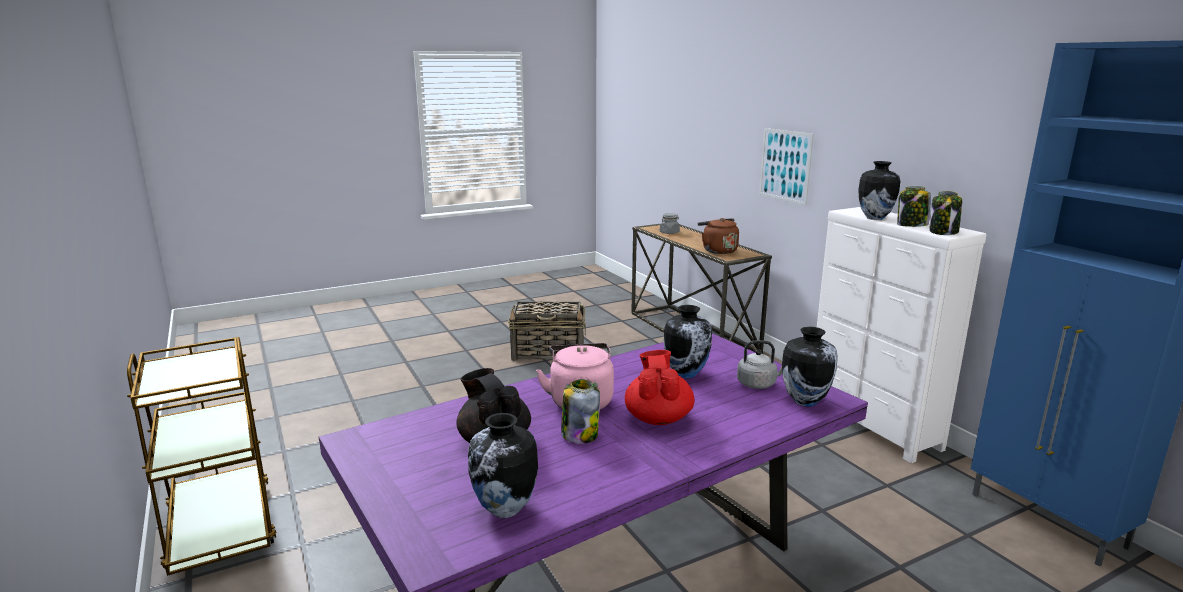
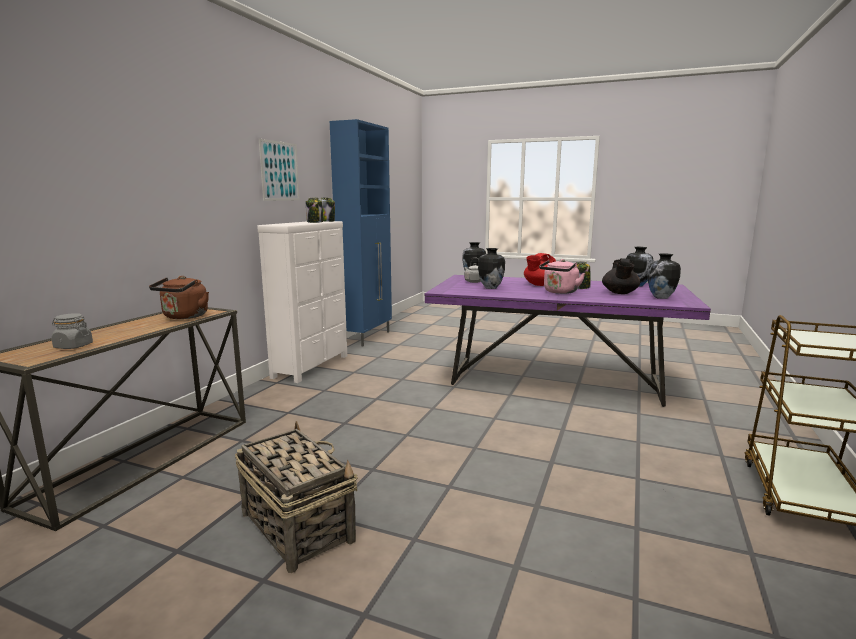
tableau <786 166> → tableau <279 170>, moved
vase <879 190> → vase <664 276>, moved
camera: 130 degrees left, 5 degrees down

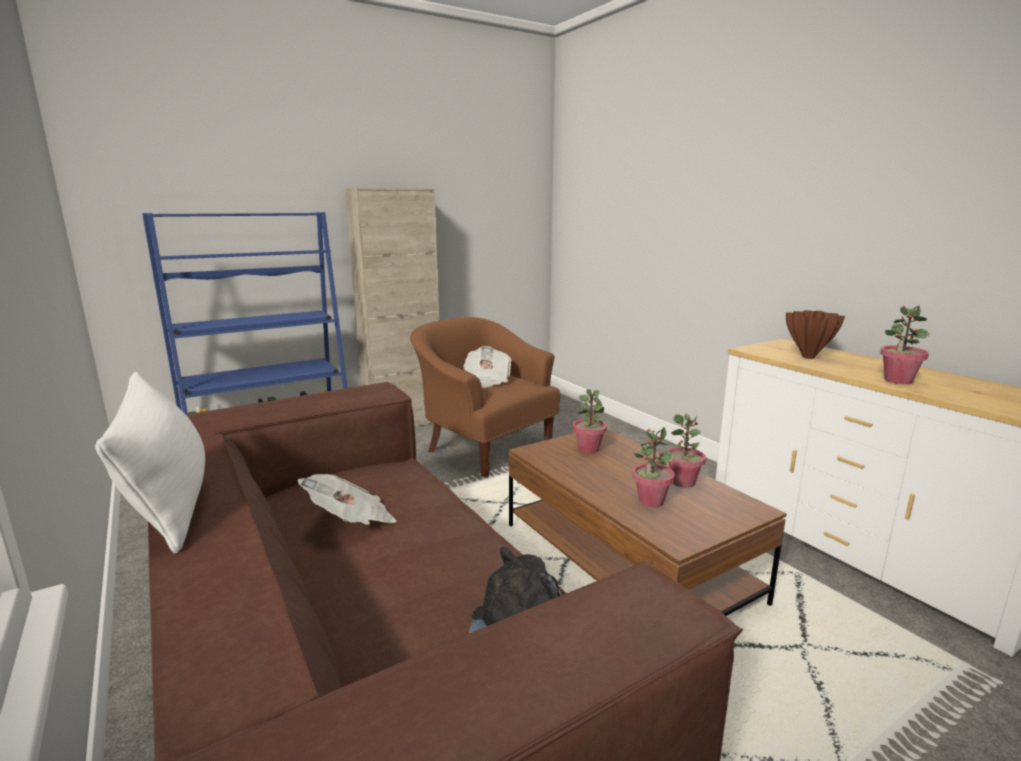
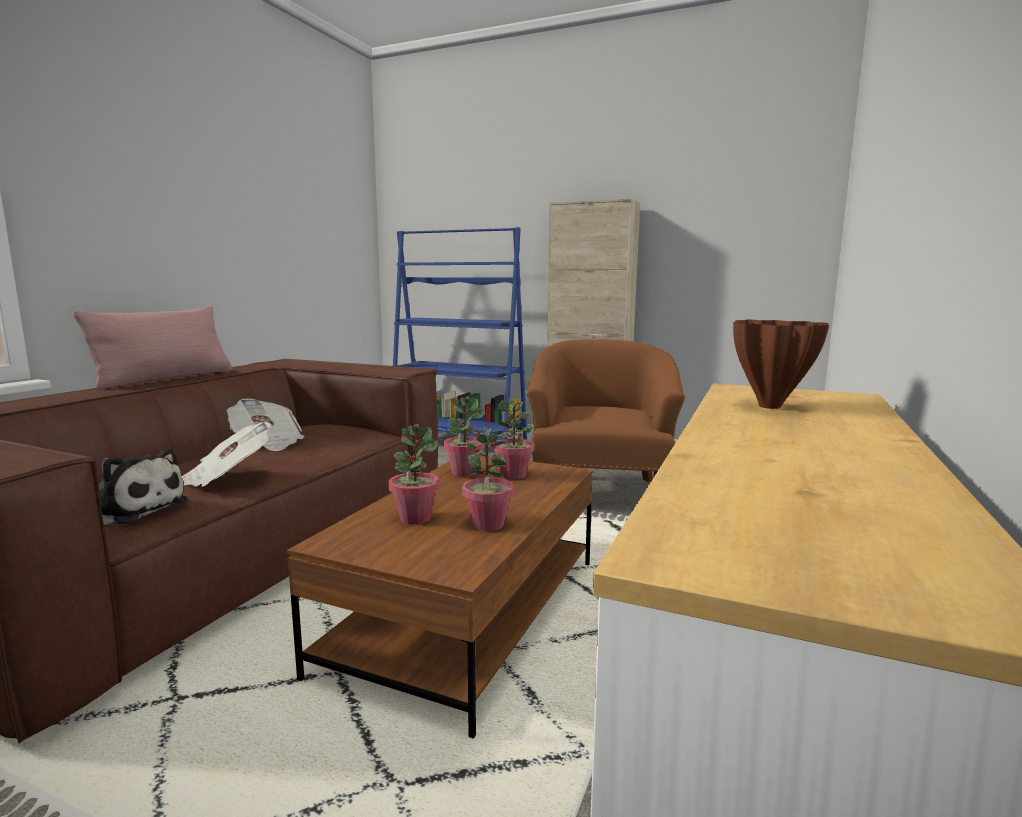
coussin/blanc <150 462> → coussin/rose <153 347>
journal <487 367> → journal <226 454>, moved
plante en pot <905 345> → plante en pot <464 436>, moved
camera: 55 degrees right, 5 degrees down

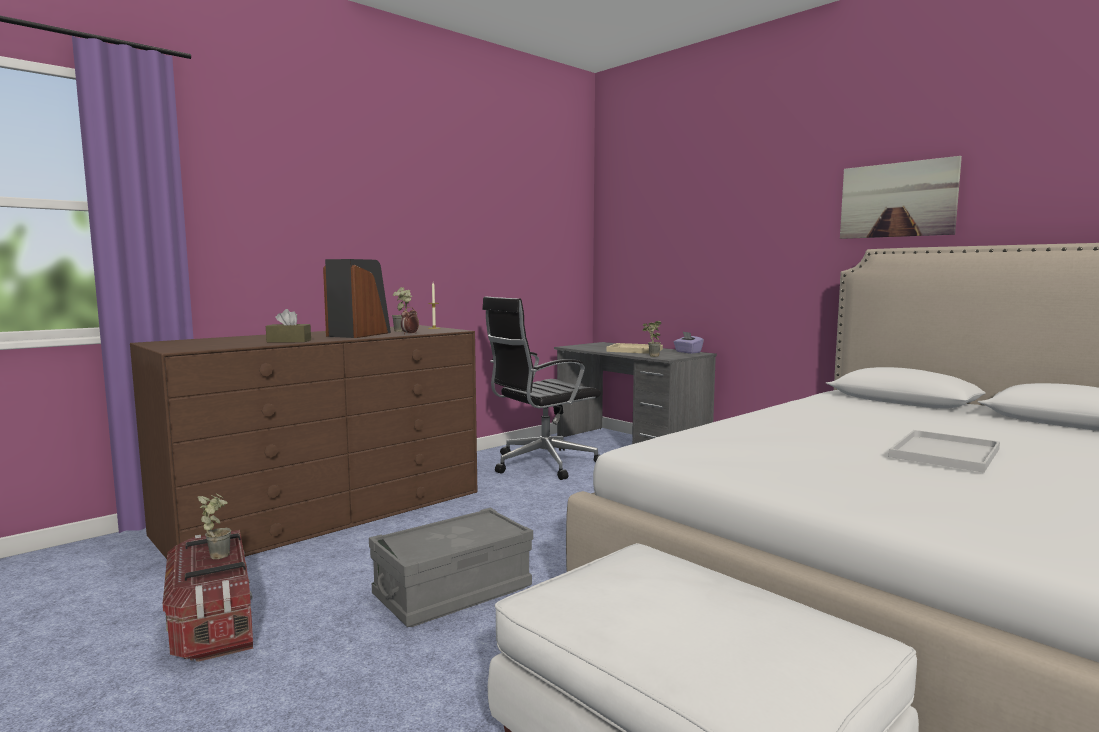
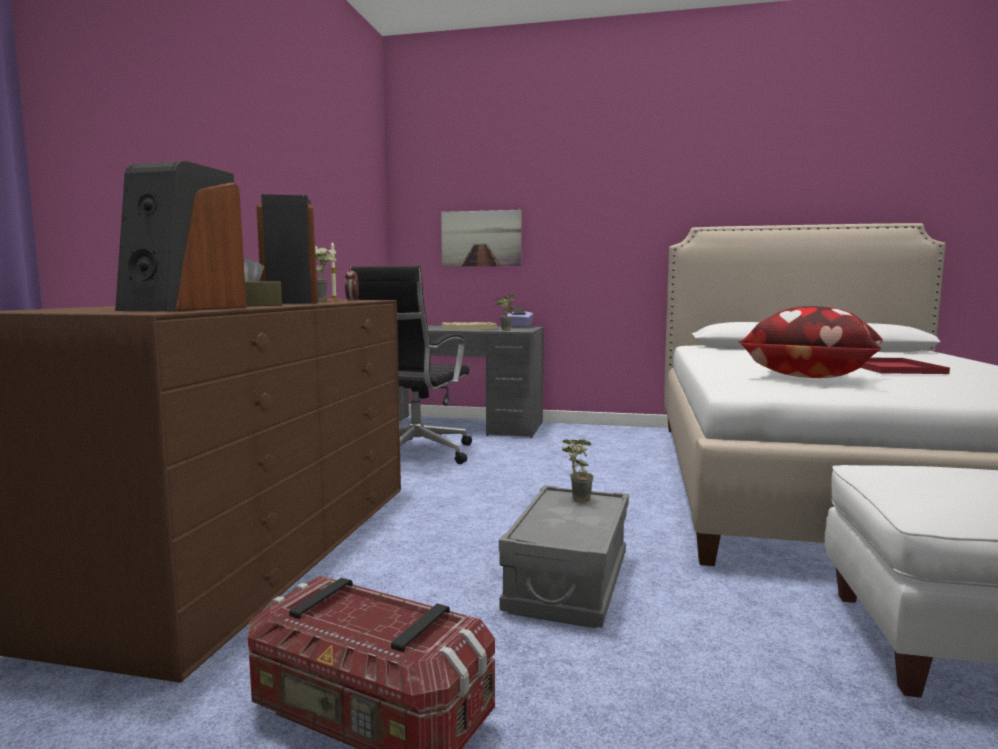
plante en pot <214 526> → plante en pot <578 471>, moved
tableau <901 197> → tableau <481 238>, moved
plateau/blanc <944 451> → plateau/rouge <905 366>
- → enceinte <180 236>
- → coussin <810 342>
camera: 35 degrees left, 0 degrees up

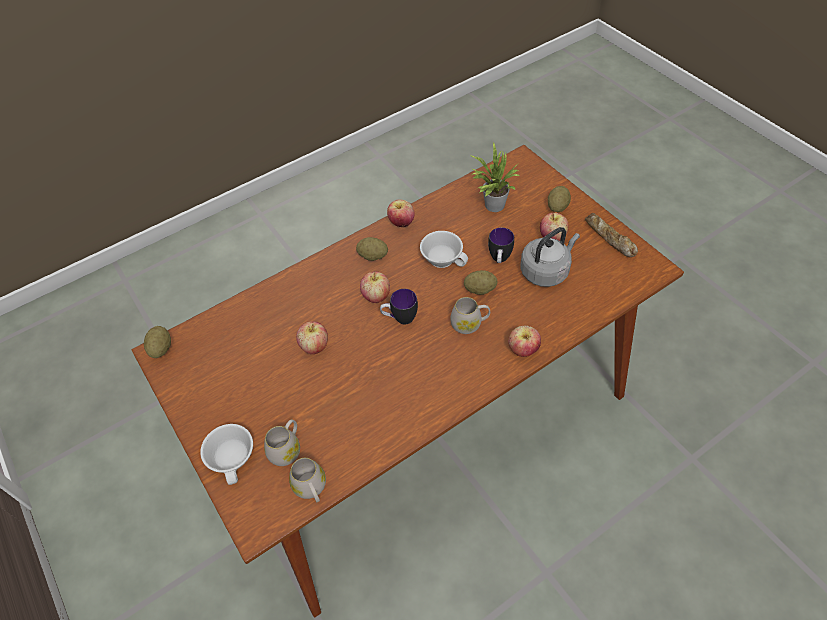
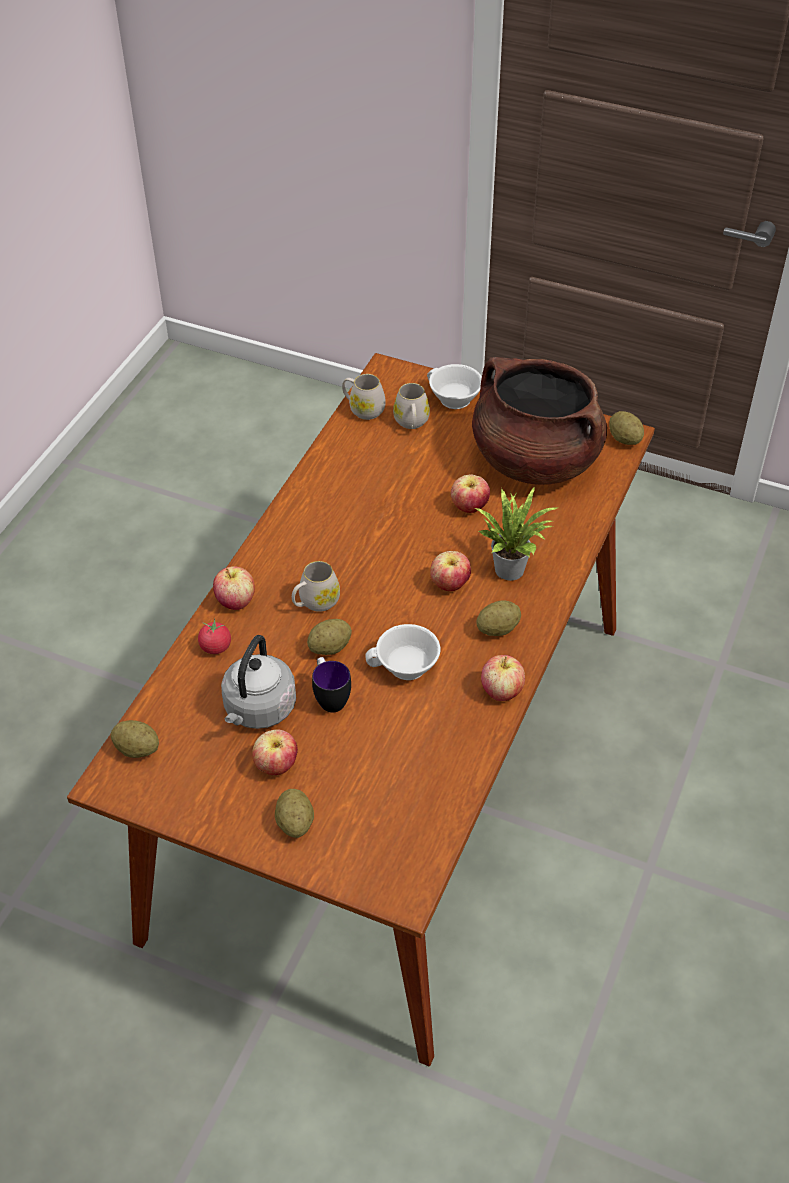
mug <399 307> → -
plante en pot <495 177> → plante en pot <516 533>, moved
pain <611 235> → -
- → pomme de terre <134 739>
- → tomate <214 636>
- → marmite/marron <539 421>
camera: 145 degrees right, 5 degrees down

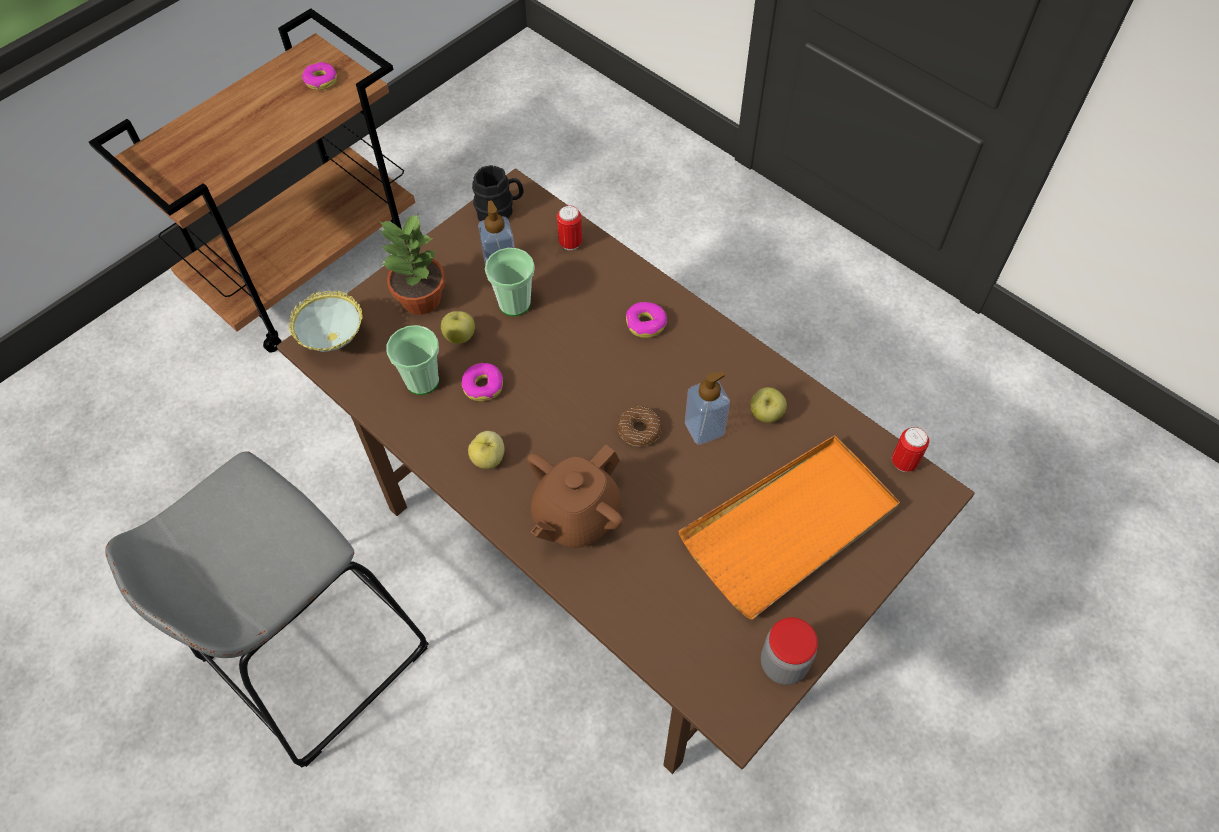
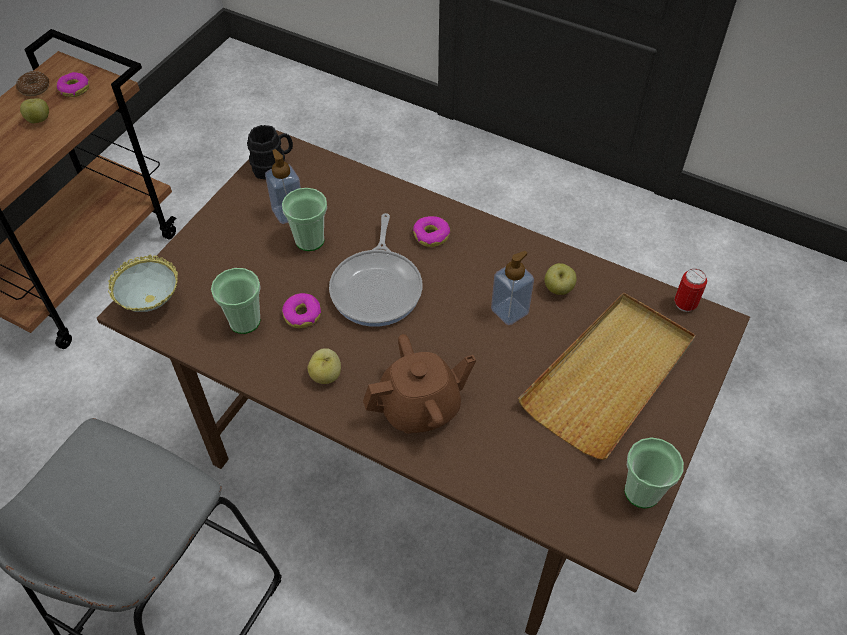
plante en pot <412 264> → -
pomme <458 327> → pomme <34 110>, moved
théière/marron <575 496> → théière/marron <419 384>, 135 degrees counterclockwise
boîte métallique <569 227> → -
beignet <639 426> → beignet <32 83>, moved
plateau/orange <789 527> → plateau/beige <607 376>
bocal <789 651> → tasse <654 473>
- → poêle <375 270>
camera: 15 degrees left, 5 degrees down

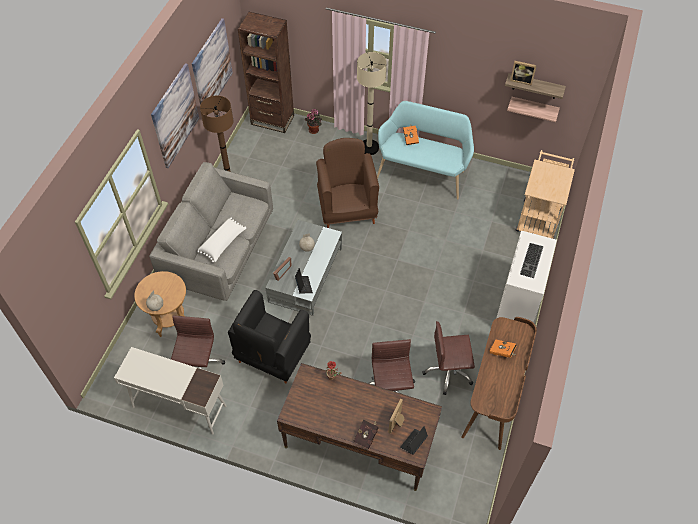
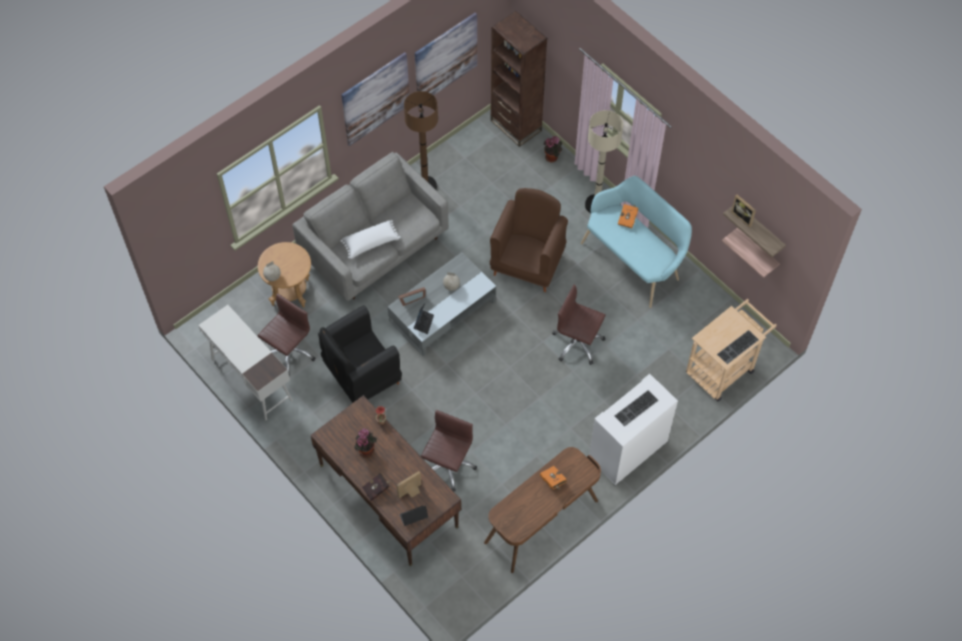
chaise de bureau/marron <448 358> → chaise de bureau/marron <579 325>, moved
- → plante en pot <365 442>
- → clavier <738 347>
camera: 30 degrees right, 5 degrees up

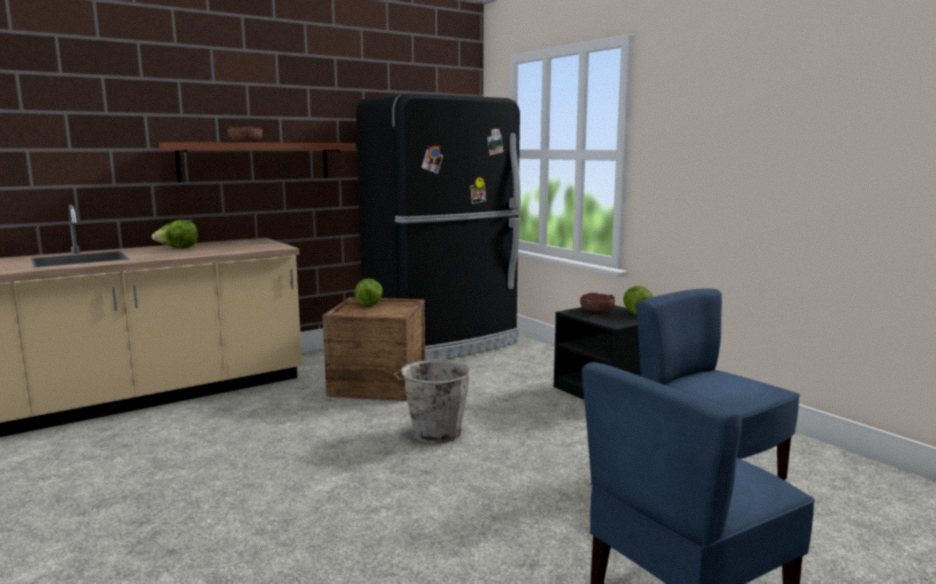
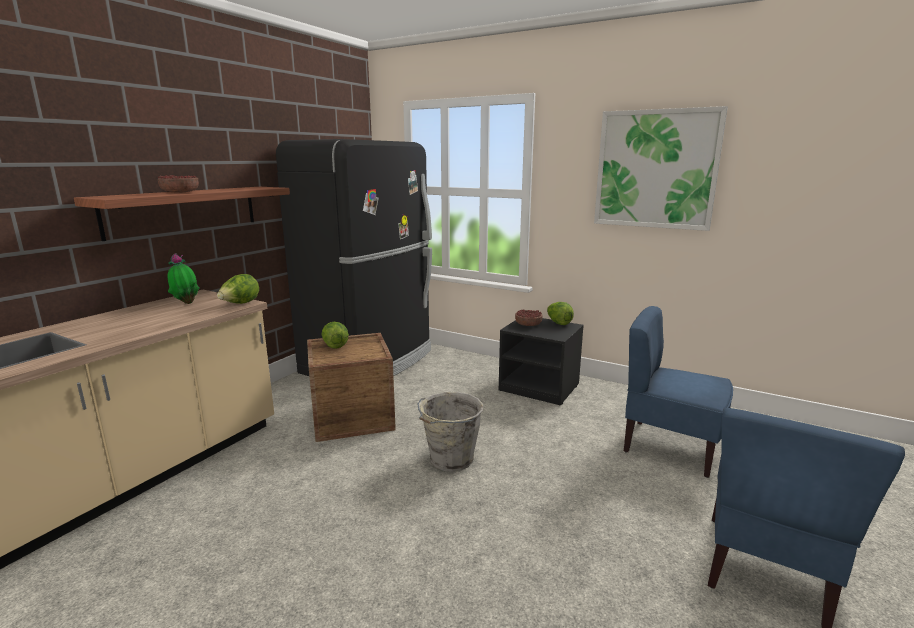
laitue <175 234> → laitue <238 289>, moved
- → plante en pot <183 278>
- → tableau <661 168>
camera: 25 degrees left, 5 degrees up

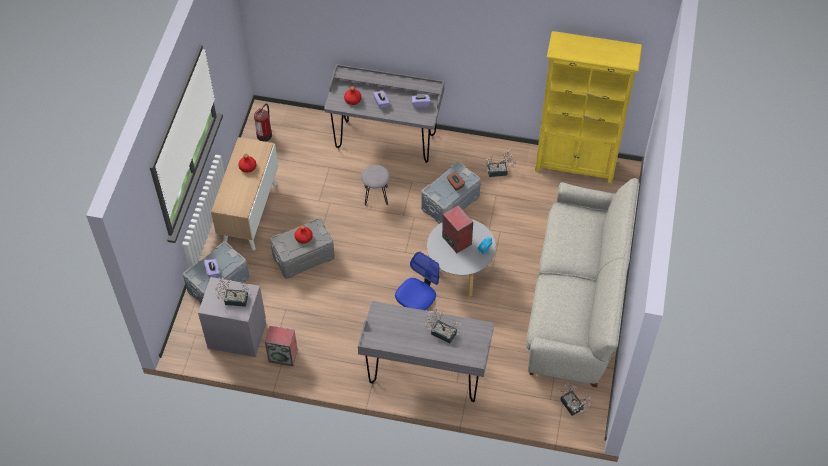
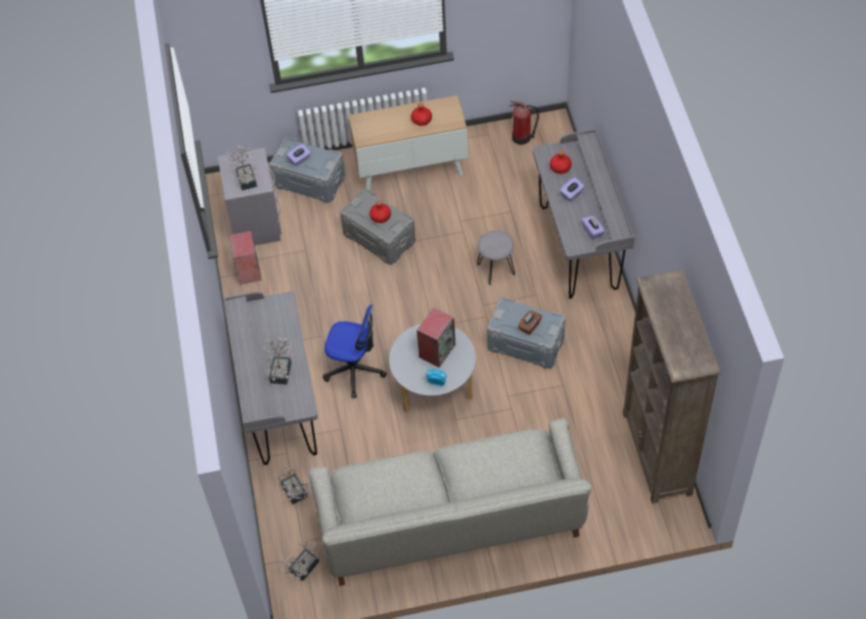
plante en pot <499 163> → plante en pot <293 484>, moved
bibliothèque/jaune <588 107> → bibliothèque/marron <671 386>
camera: 70 degrees right, 0 degrees up

